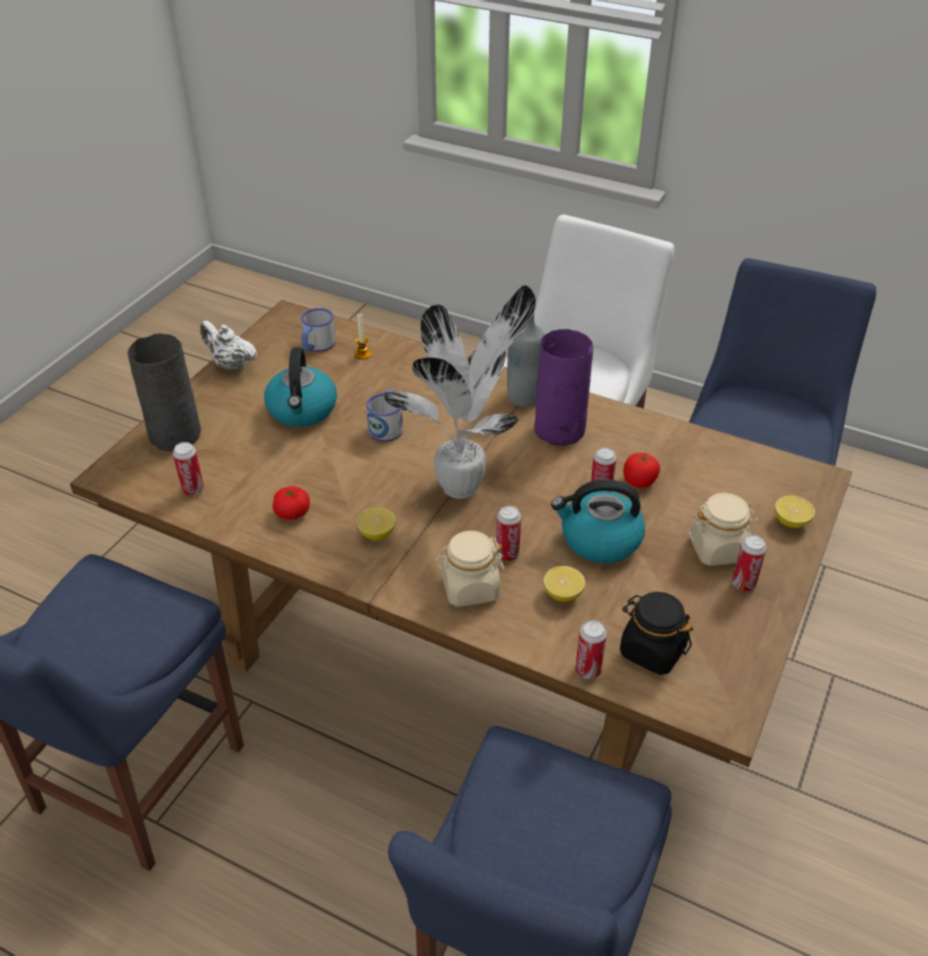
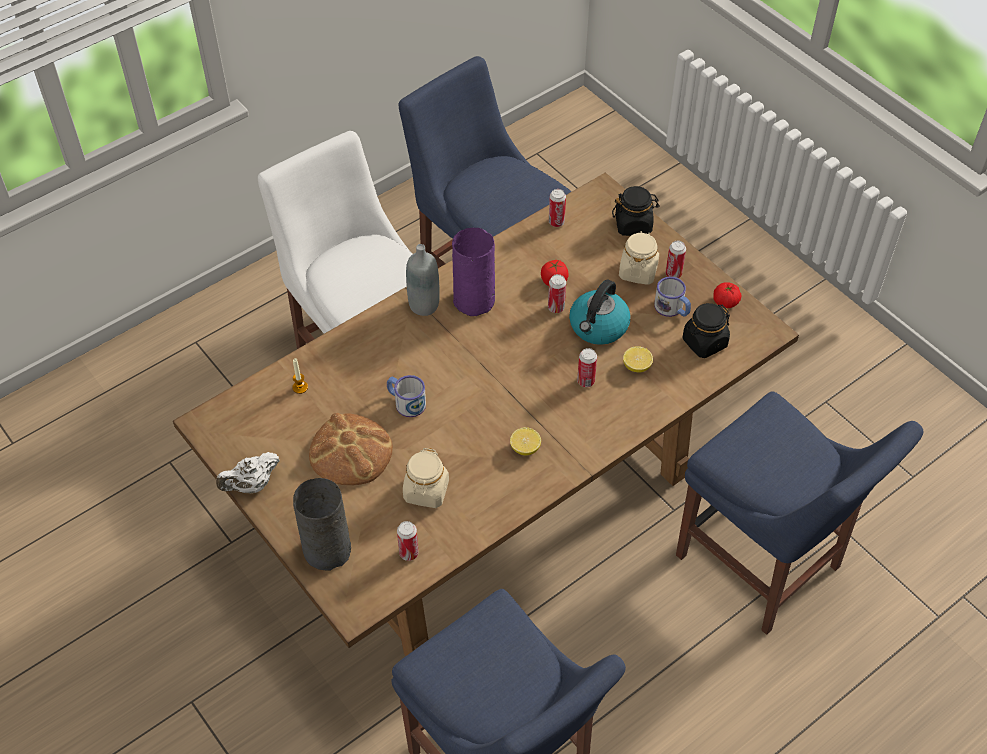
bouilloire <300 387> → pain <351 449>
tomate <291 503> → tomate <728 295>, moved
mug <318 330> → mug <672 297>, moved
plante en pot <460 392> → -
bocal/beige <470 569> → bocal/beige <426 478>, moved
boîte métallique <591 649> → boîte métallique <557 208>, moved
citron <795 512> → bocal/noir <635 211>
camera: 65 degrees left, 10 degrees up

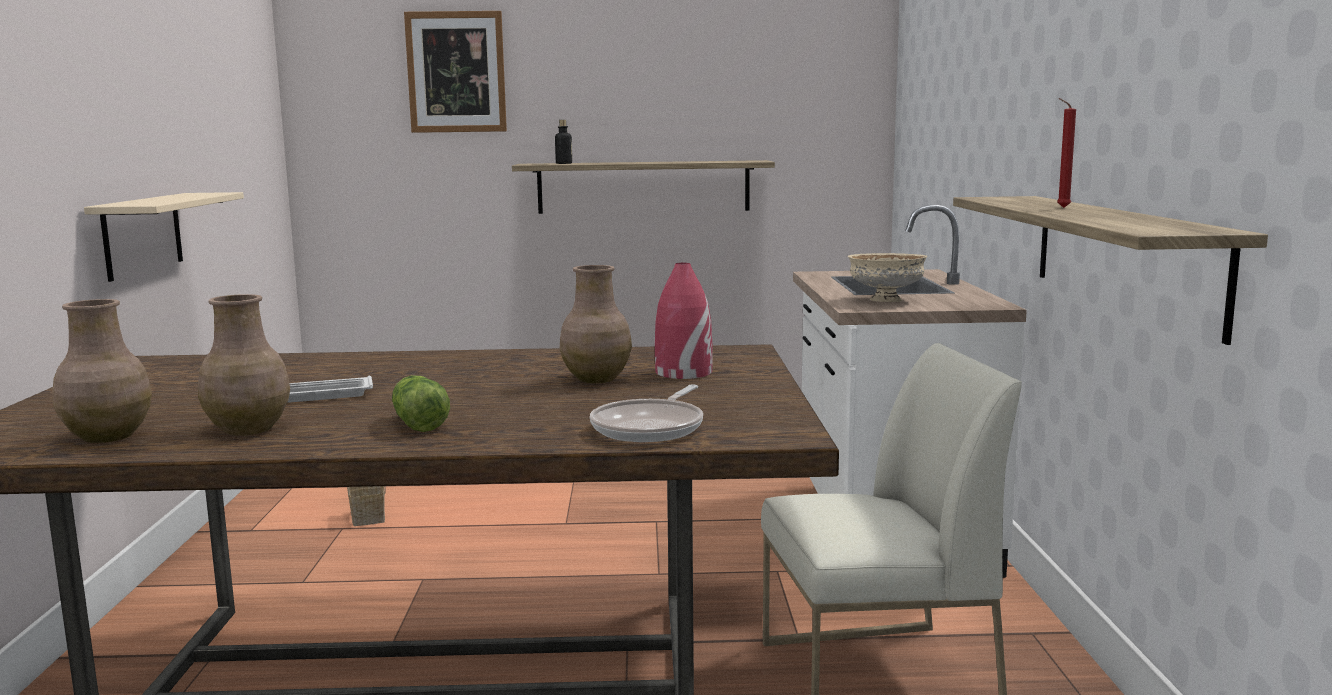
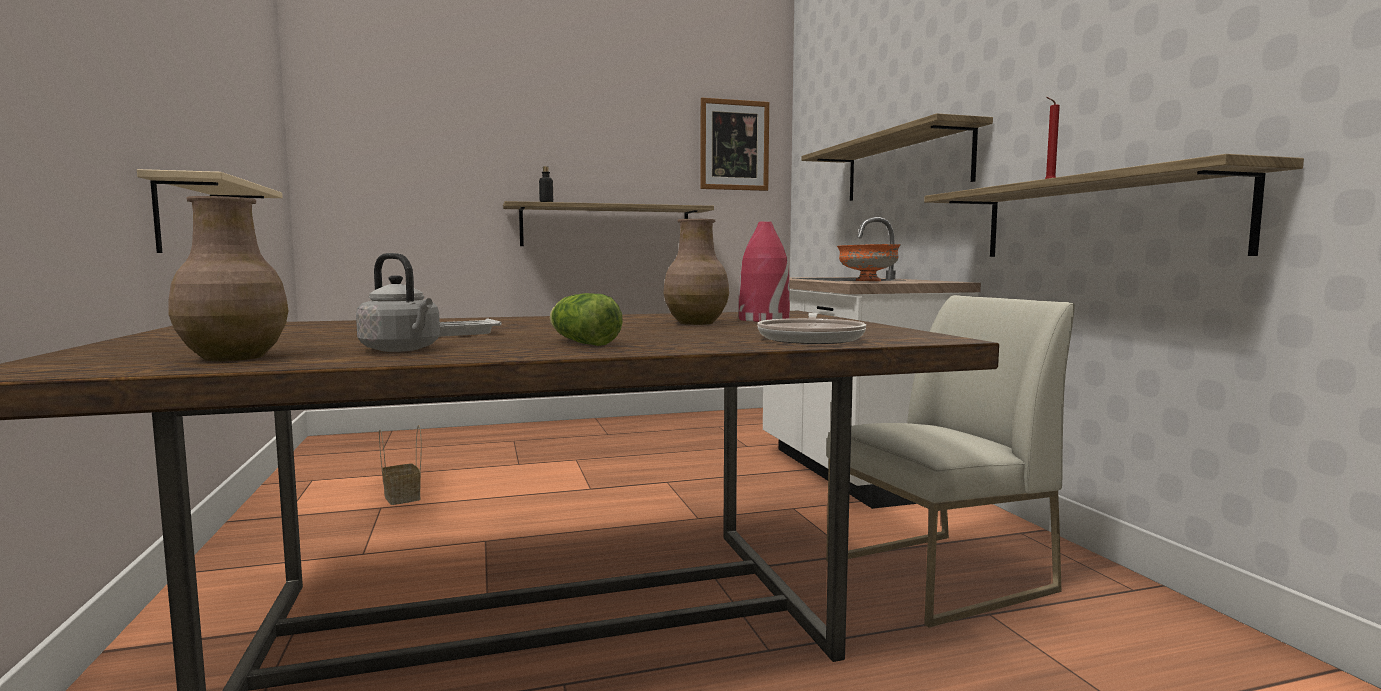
vase/marron <244 365> → bouilloire/gris <398 302>
tableau <455 72> → tableau <734 144>, moved
bol/beige <887 277> → bol/orange <869 262>
- → étagère <897 157>
camera: 15 degrees left, 5 degrees down

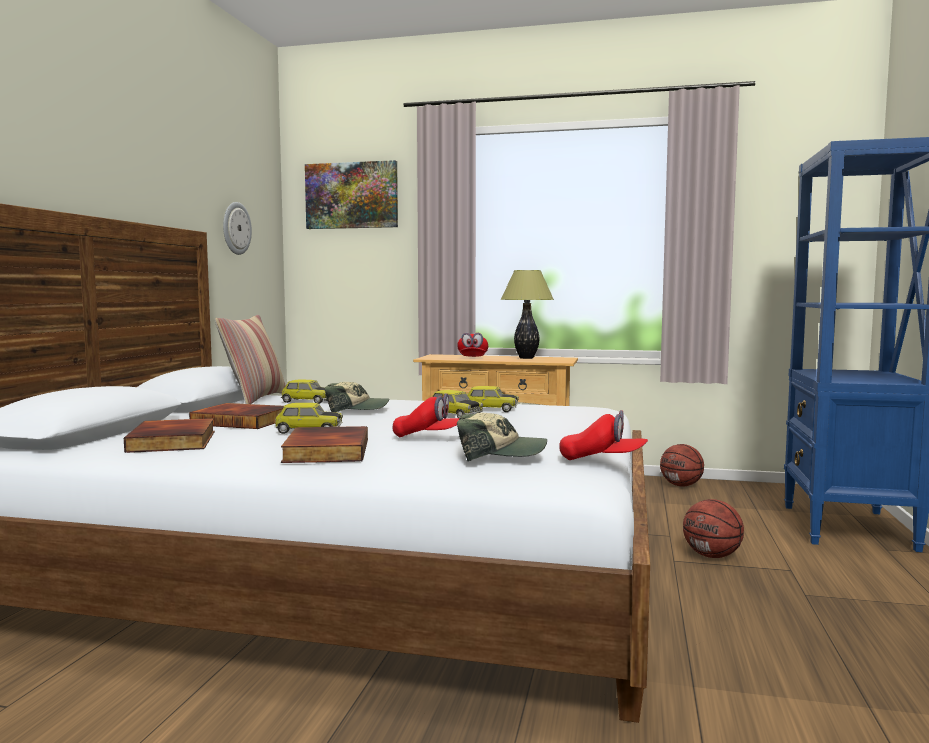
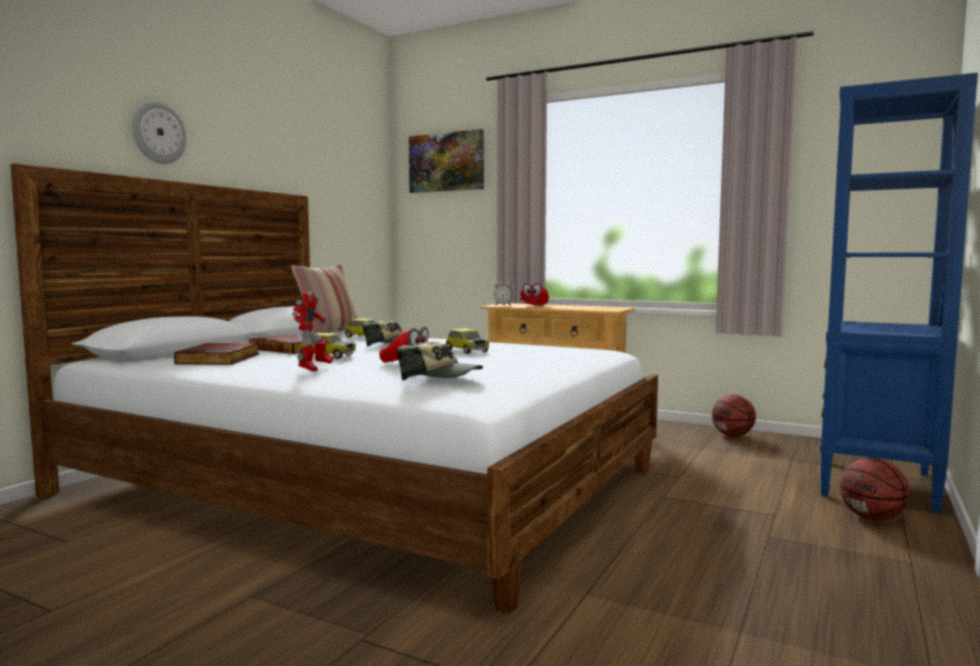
horloge murale <237 228> → horloge murale <159 133>, moved
livre <324 444> → robot jouet <313 331>
petite voiture <493 399> → -
lampe de table <527 314> → -
casquette/rouge <603 435> → -
ballon de basket <713 528> → ballon de basket <875 489>, moved
- → réveil <503 294>
camera: 15 degrees right, 0 degrees up

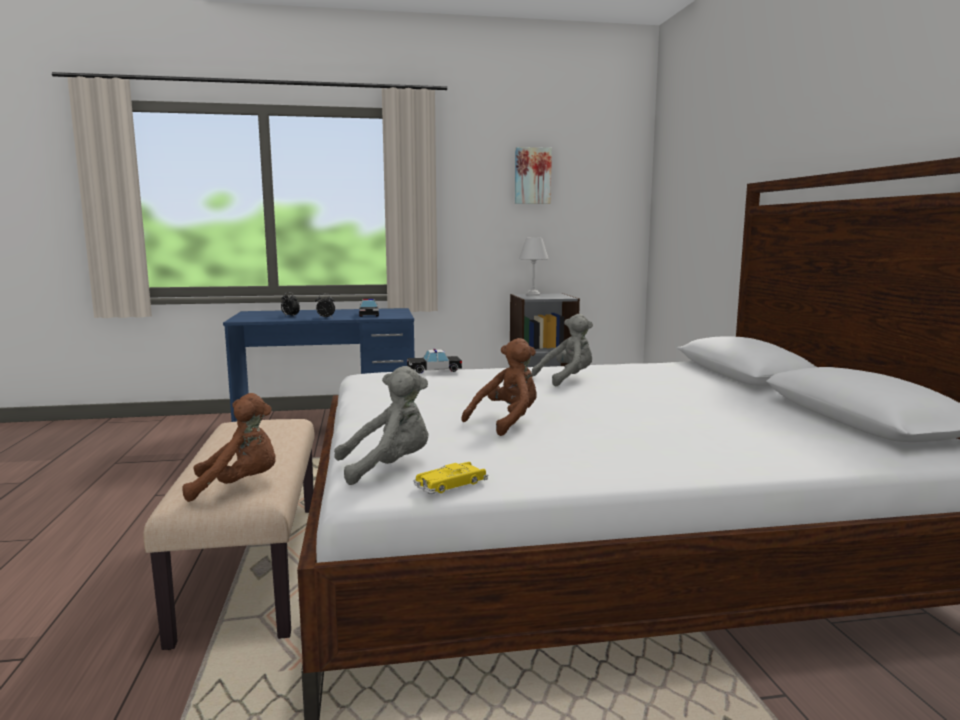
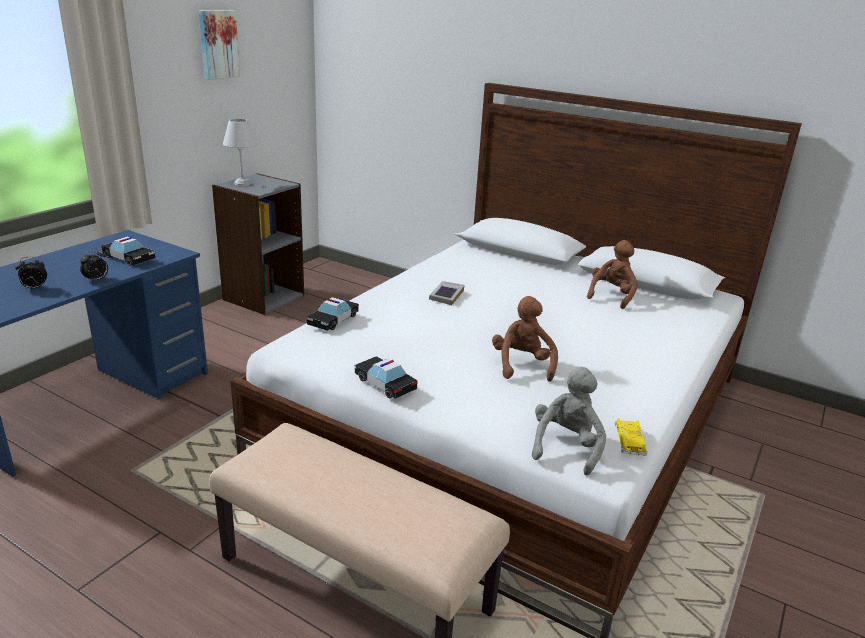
peluche/marron <229 447> → peluche/marron <612 274>, moved
peluche/gris <562 350> → livre <447 293>
- → petite voiture <386 377>
camera: 50 degrees left, 15 degrees up

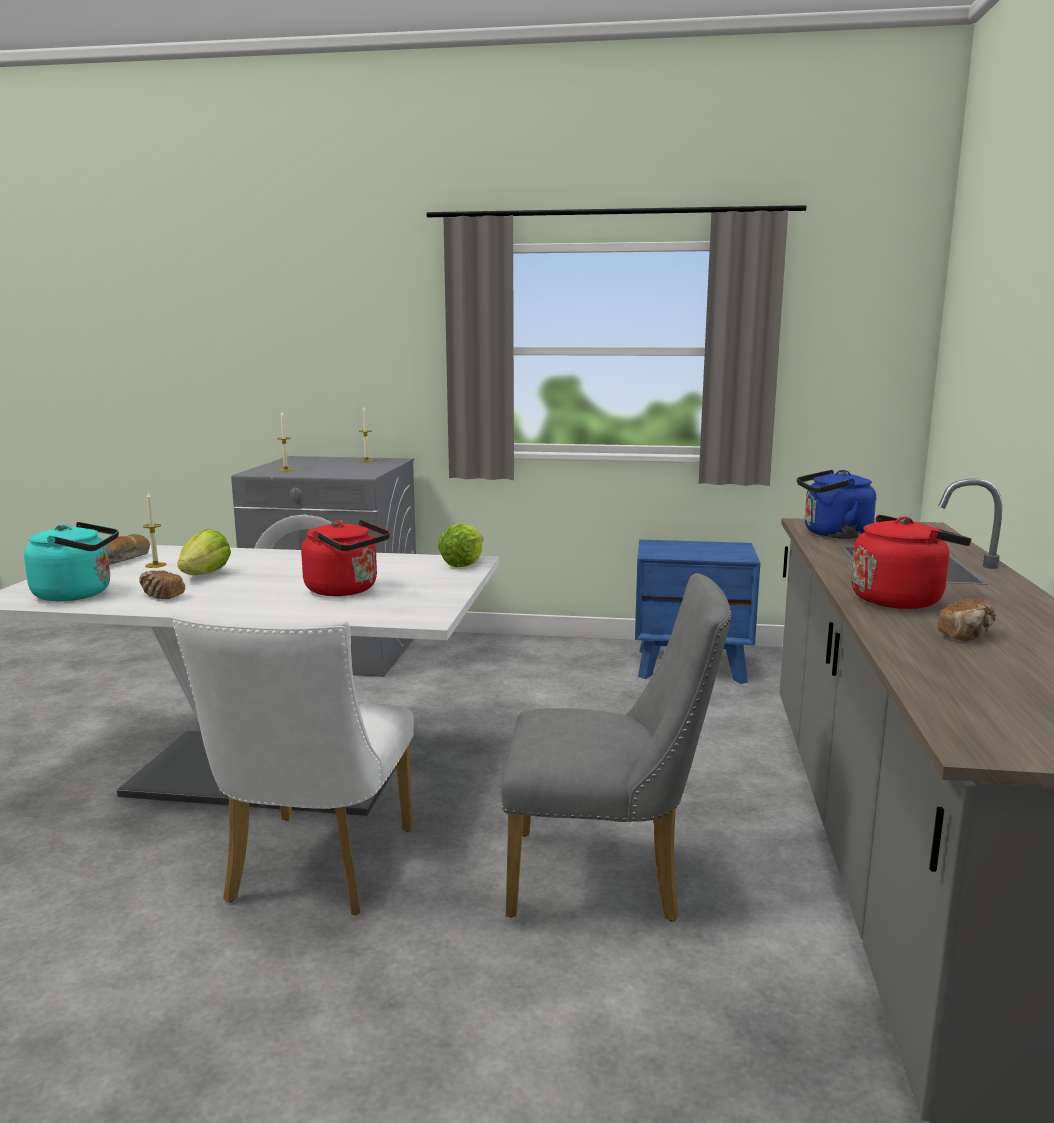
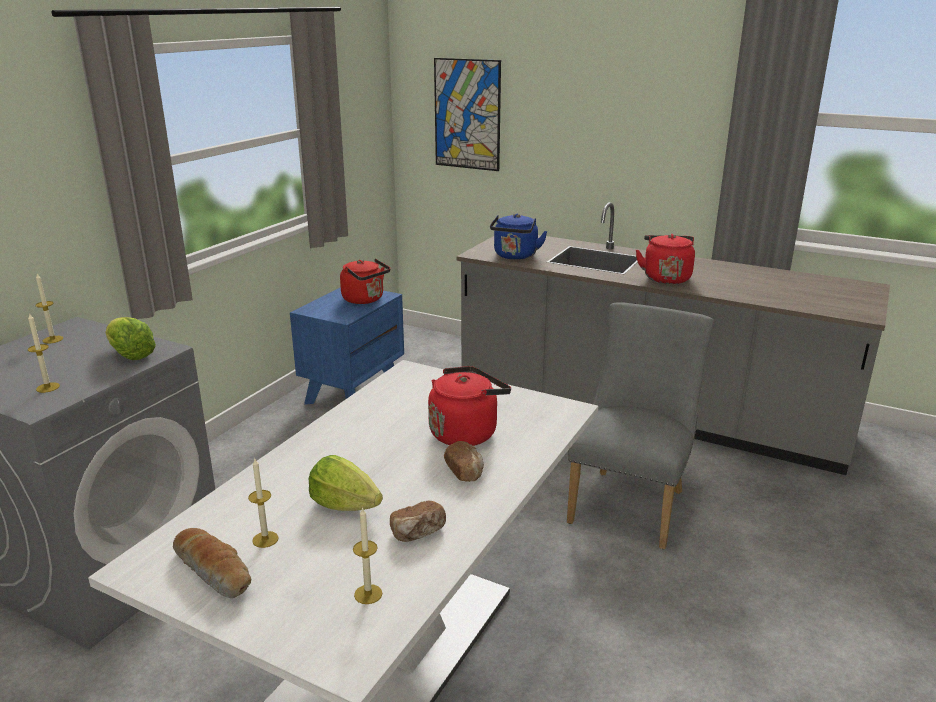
bouilloire/turquoise <71 561> → bougie <367 555>
chaise/blanc <293 762> → -
laitue <460 545> → laitue <130 338>, moved
pain <967 620> → pain <464 461>, moved
- → bouilloire/rouge <365 281>
- → tableau <467 114>
camera: 70 degrees left, 10 degrees up

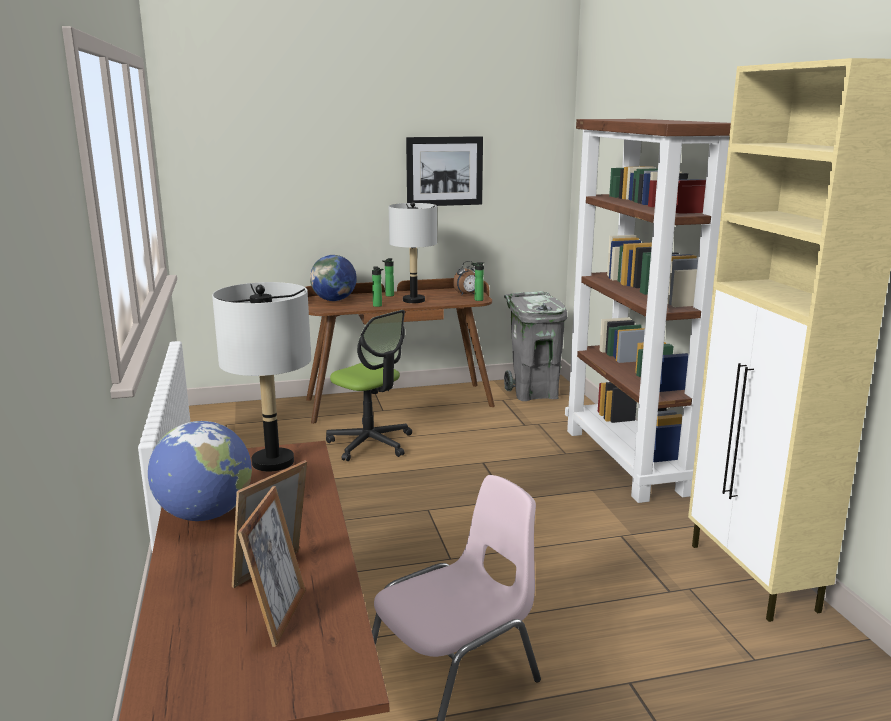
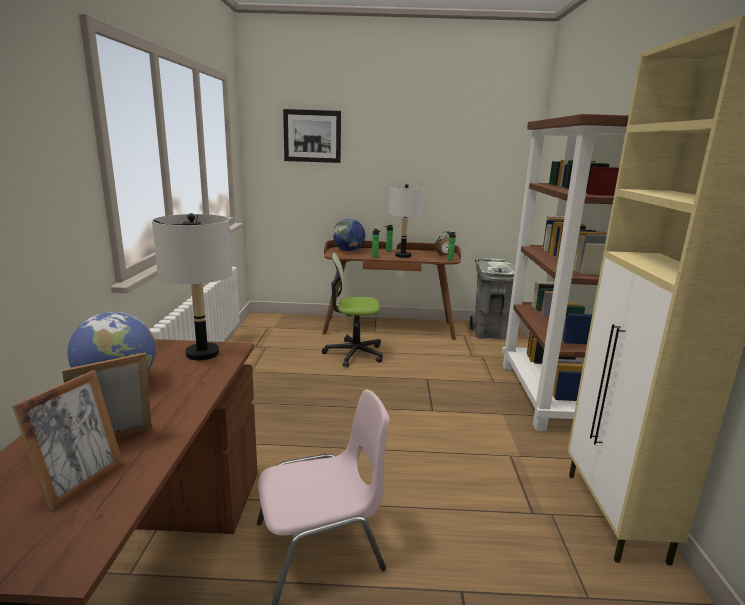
chaise de bureau <369 385> → chaise de bureau <352 309>, 120 degrees clockwise
tableau <444 171> → tableau <312 136>, moved
camera: 15 degrees right, 0 degrees up

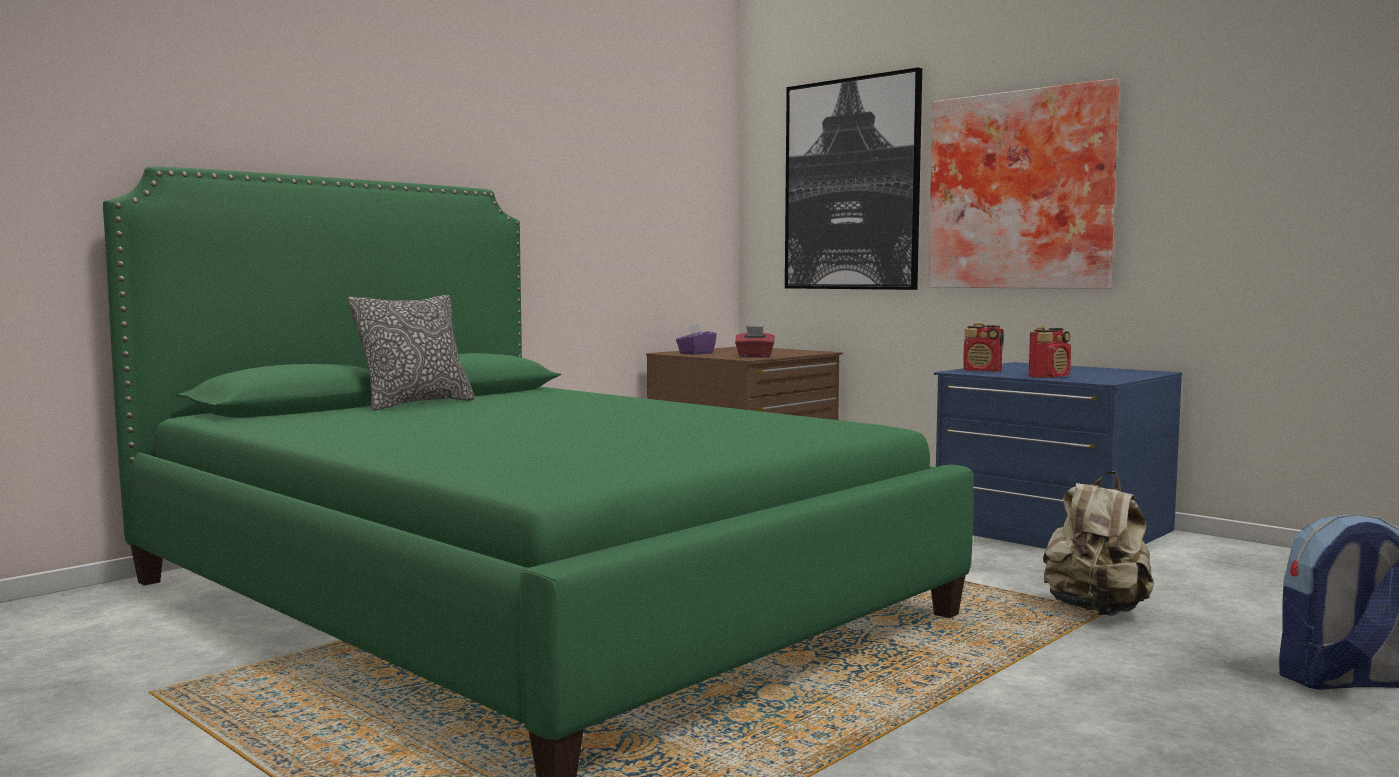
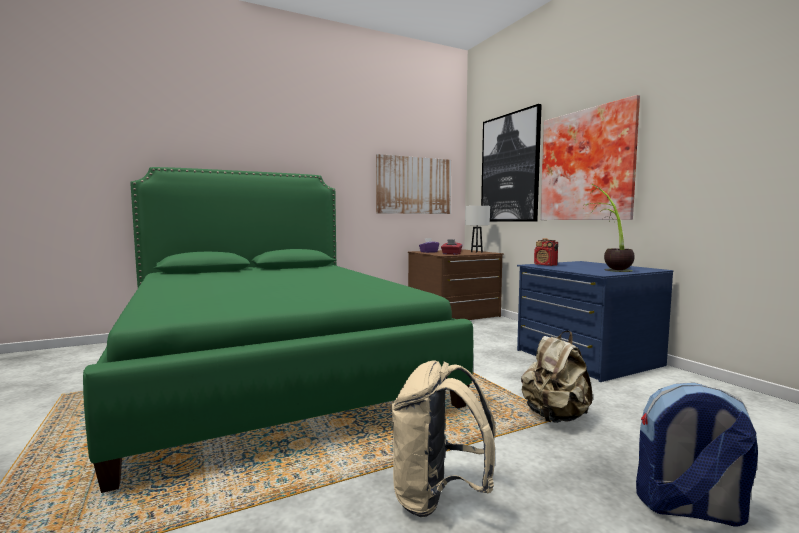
coussin <411 353> → -
radio <1050 352> → -
- → tableau <413 184>
- → sac à dos/beige <443 439>
- → lampe de table/blanc <477 229>
- → plante en pot <609 228>
camera: 20 degrees right, 0 degrees up

